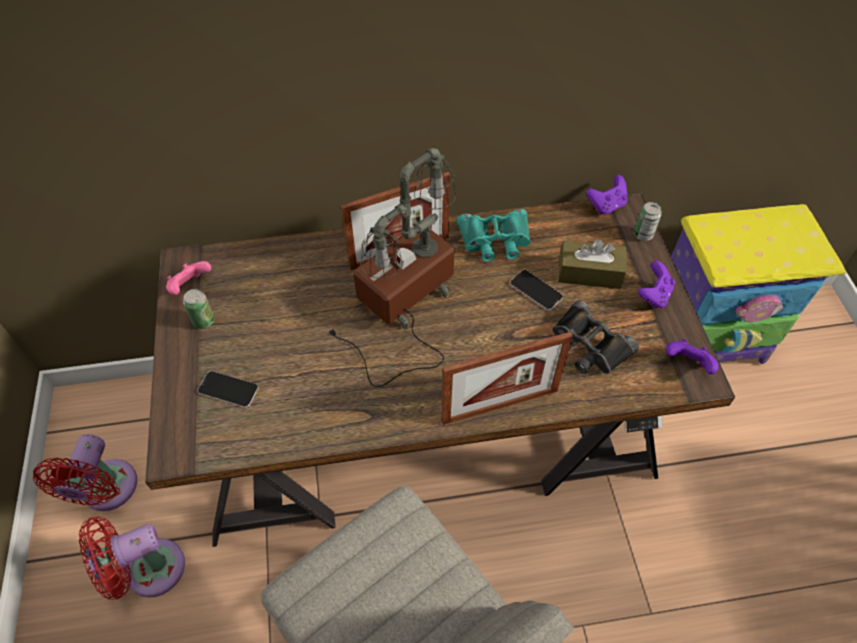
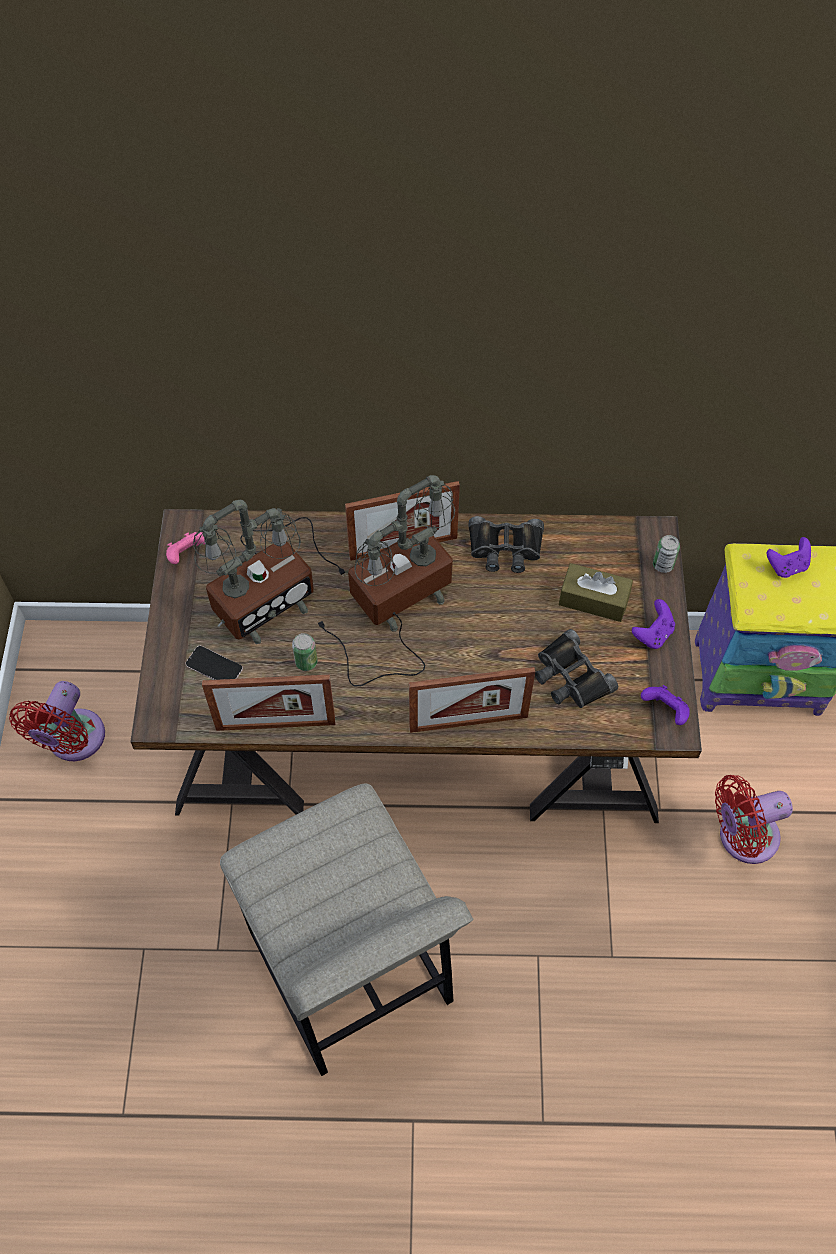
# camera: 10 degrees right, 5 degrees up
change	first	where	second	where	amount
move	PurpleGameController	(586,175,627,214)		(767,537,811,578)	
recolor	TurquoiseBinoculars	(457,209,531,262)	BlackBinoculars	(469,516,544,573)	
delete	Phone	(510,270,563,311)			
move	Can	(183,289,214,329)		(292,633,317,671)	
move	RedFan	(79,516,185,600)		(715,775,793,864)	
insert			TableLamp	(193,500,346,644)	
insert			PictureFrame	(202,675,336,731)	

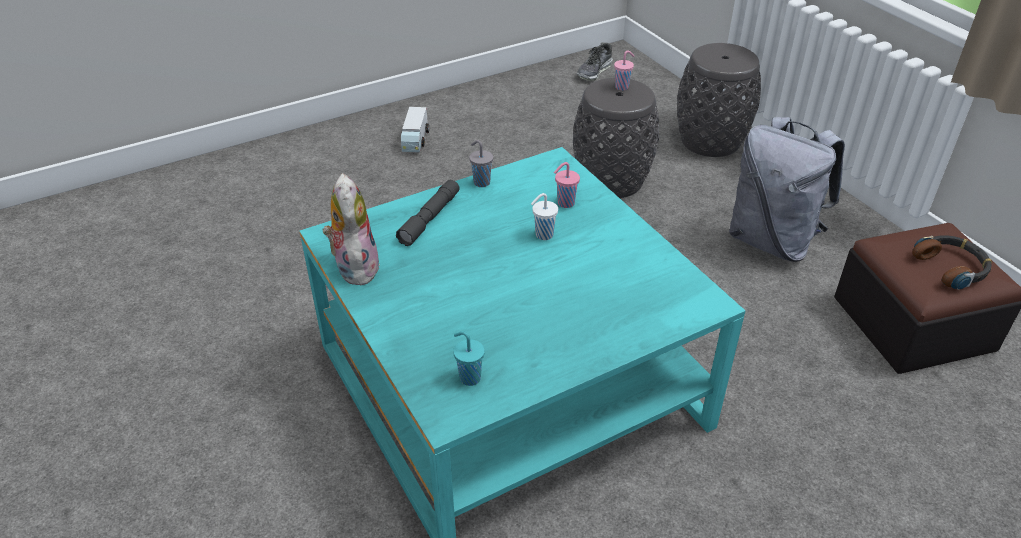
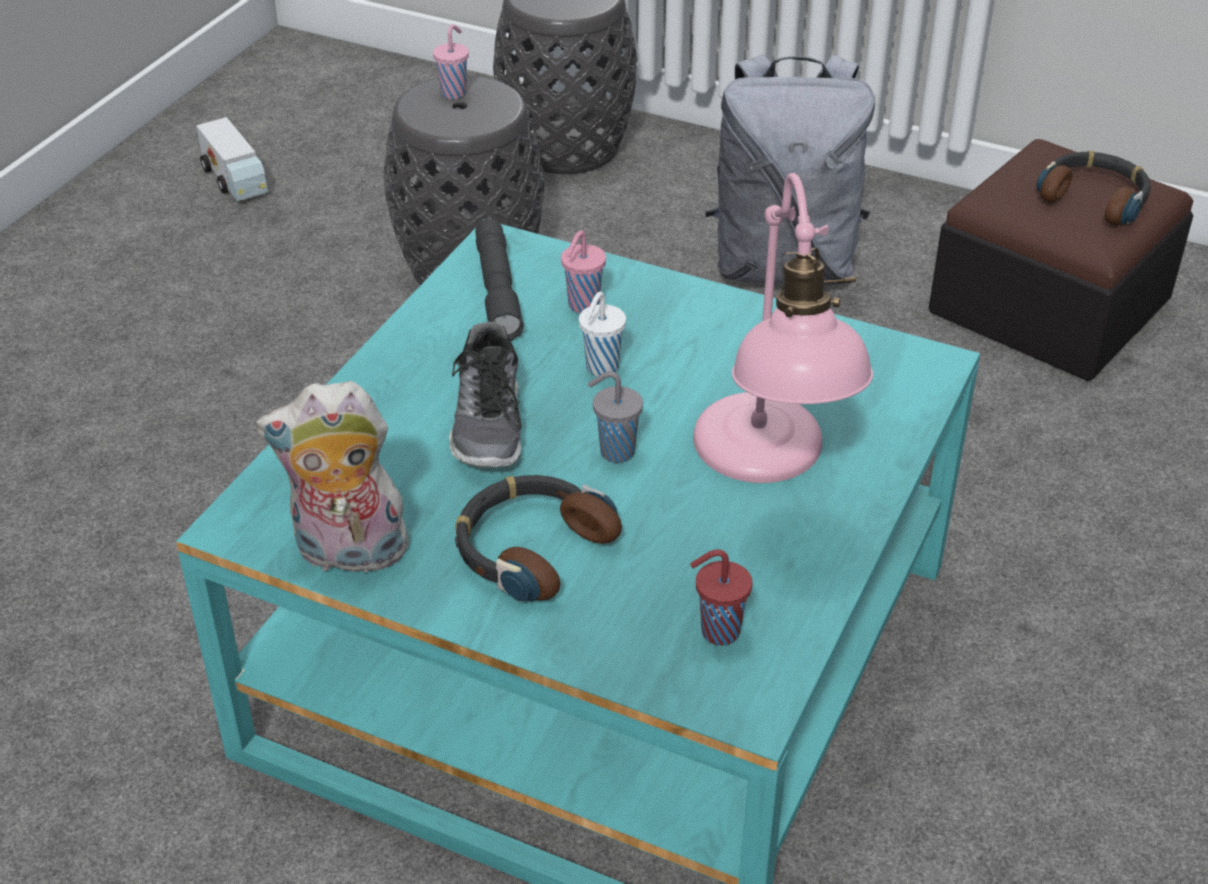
# camera: 35 degrees left, 0 degrees up
change	first	where	second	where	amount
move	Shoe	(577,42,613,81)		(449,322,522,468)	
move	ToyTruck	(401,107,429,153)		(196,117,268,201)	
move	GreyCup	(469,140,493,187)		(588,371,643,463)	
rotate	PlushToy	(323,173,380,285)		(256,381,414,580)	45 degrees counterclockwise
move	GreyFlashlight	(396,180,460,246)		(475,219,524,341)	
recolor	TurquoiseCup	(453,331,485,386)	RedCup	(690,550,753,645)	
insert			PinkTableLamp	(693,173,873,483)	
insert			Headphones	(455,475,622,602)	

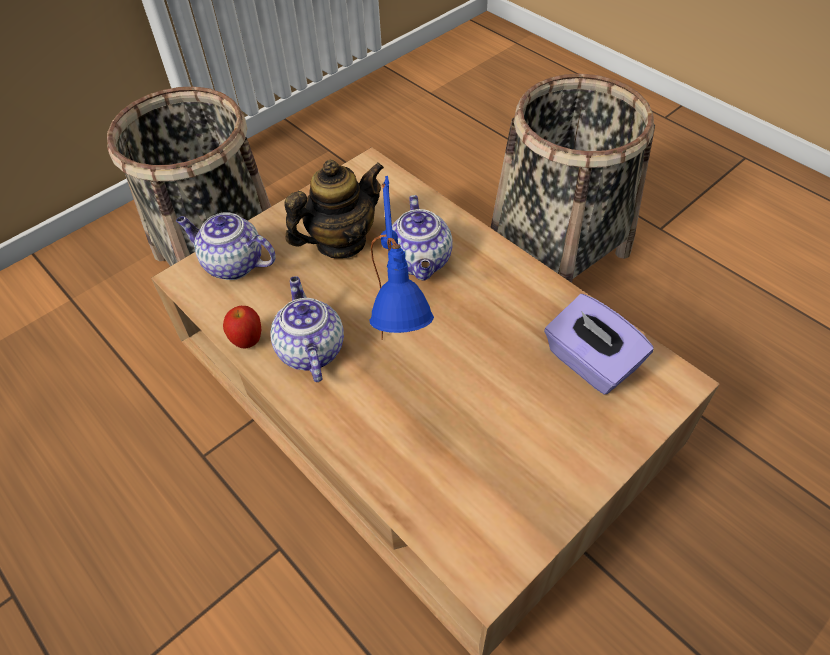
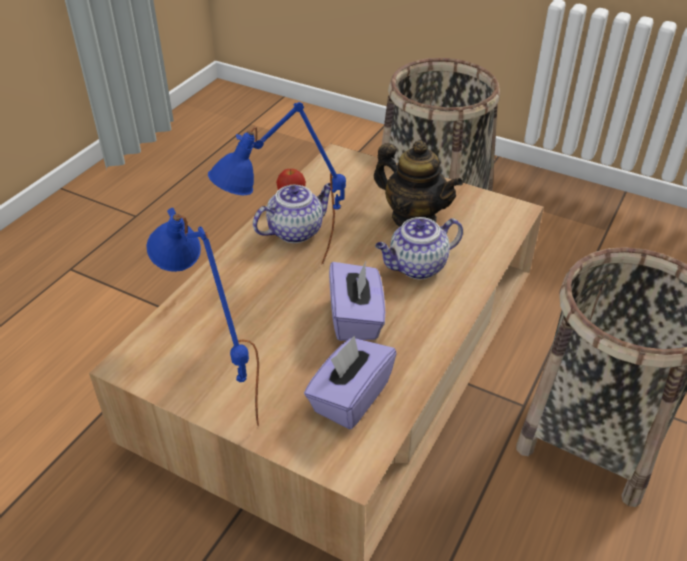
# camera: 70 degrees right, 10 degrees down
change	first	where	second	where	amount
delete	Teapot	(176,212,276,280)			
insert			BlueTableLamp	(146,208,259,426)	
insert			PurpleTissueBox	(329,262,385,341)	

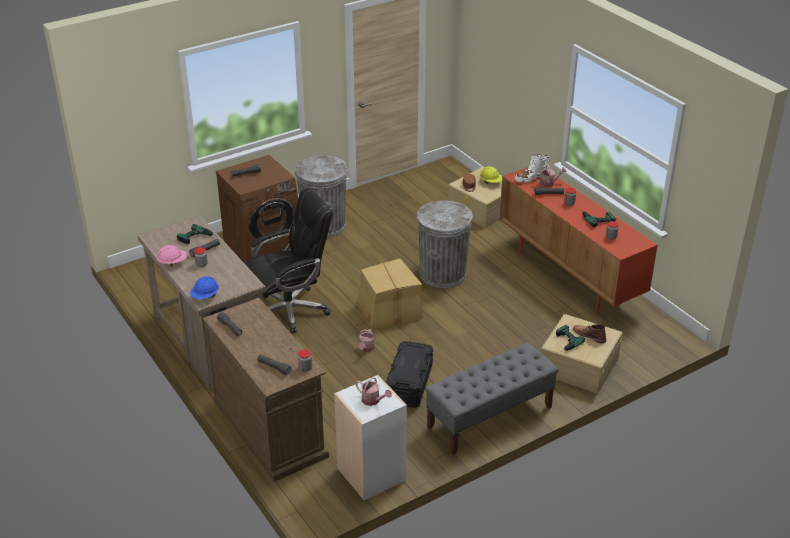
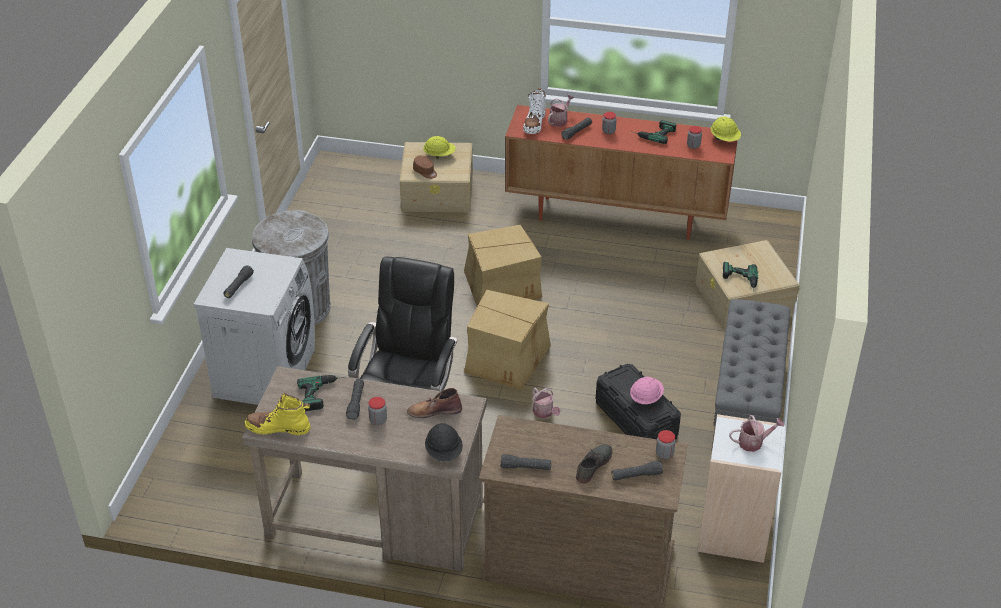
# camera: 45 degrees left, 5 degrees up
change	first	where	second	where	amount
recolor	BrownWashingMachine	(216,155,298,264)	WhiteWashingMachine	(194,248,315,405)	
replace	GreyTrashCan	(416,200,473,288)	CardboardBox	(464,225,542,306)	
move	PinkHardHat	(156,245,187,266)		(630,377,664,404)	
recolor	BlueHardHat	(190,276,219,299)	BlackHardHat	(425,423,463,461)	
move	BrownBoot	(573,324,606,344)		(407,388,462,418)	
insert			YellowHardHat	(711,116,741,141)	
insert			YellowBoot	(244,393,311,435)	
insert			GreyShoe	(576,444,612,483)	

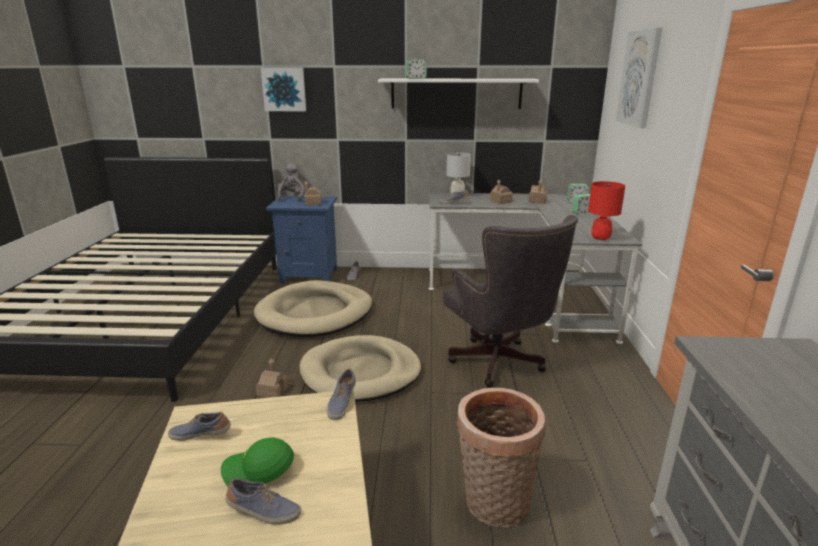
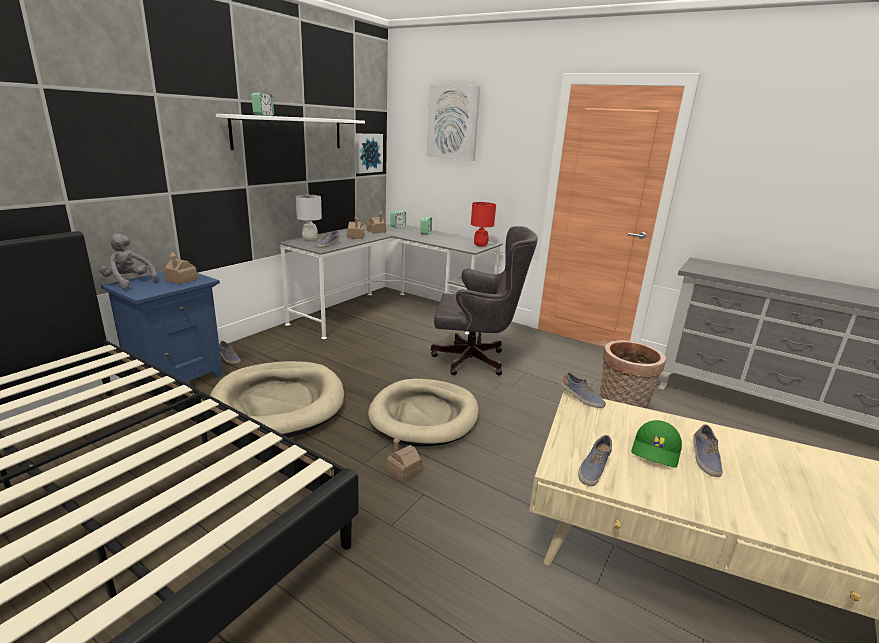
# camera: 60 degrees left, 0 degrees up
change	first	where	second	where	amount
move	Picture	(261,67,306,111)		(355,134,383,174)	
rotate	Shoe	(226,478,301,525)		(693,424,723,477)	150 degrees clockwise

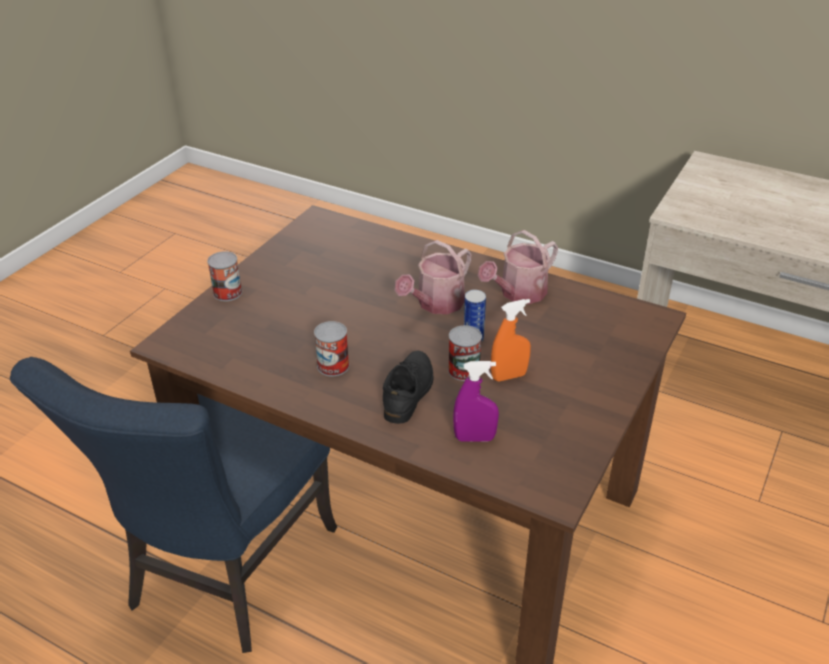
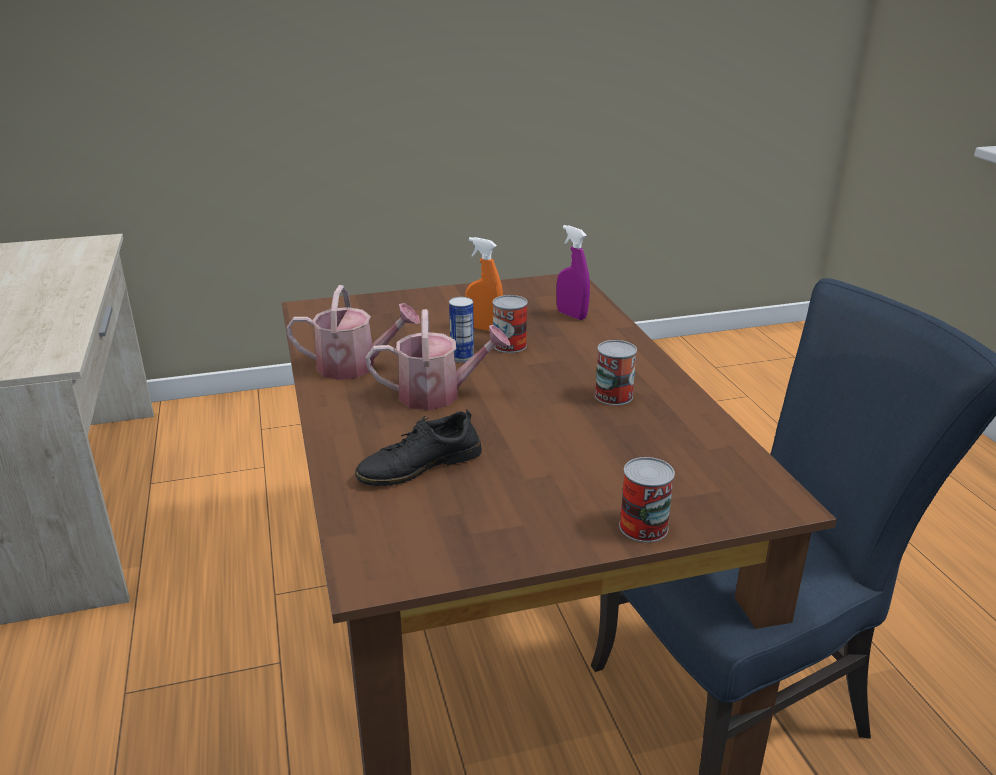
# camera: 135 degrees left, 10 degrees down
change	first	where	second	where	amount
move	BlackShoe	(383,351,433,424)		(355,409,482,486)	

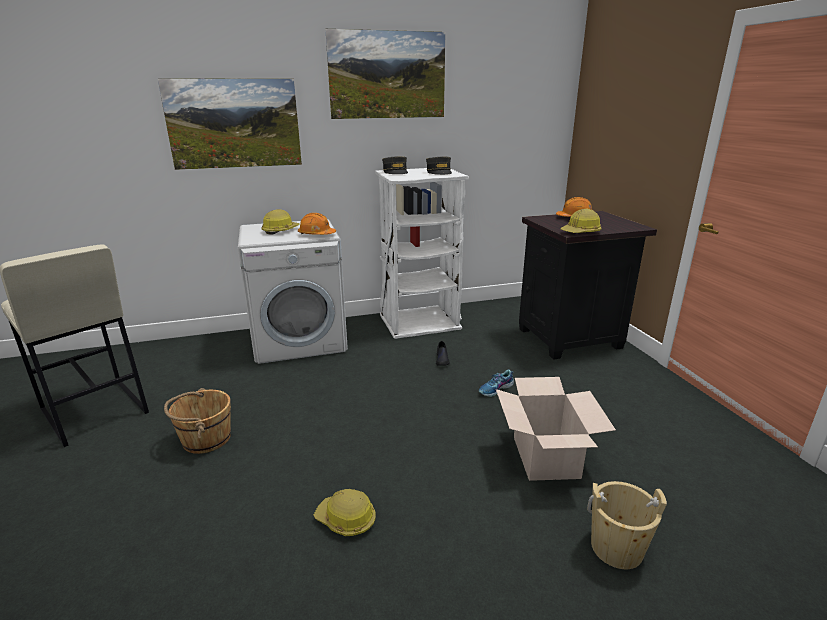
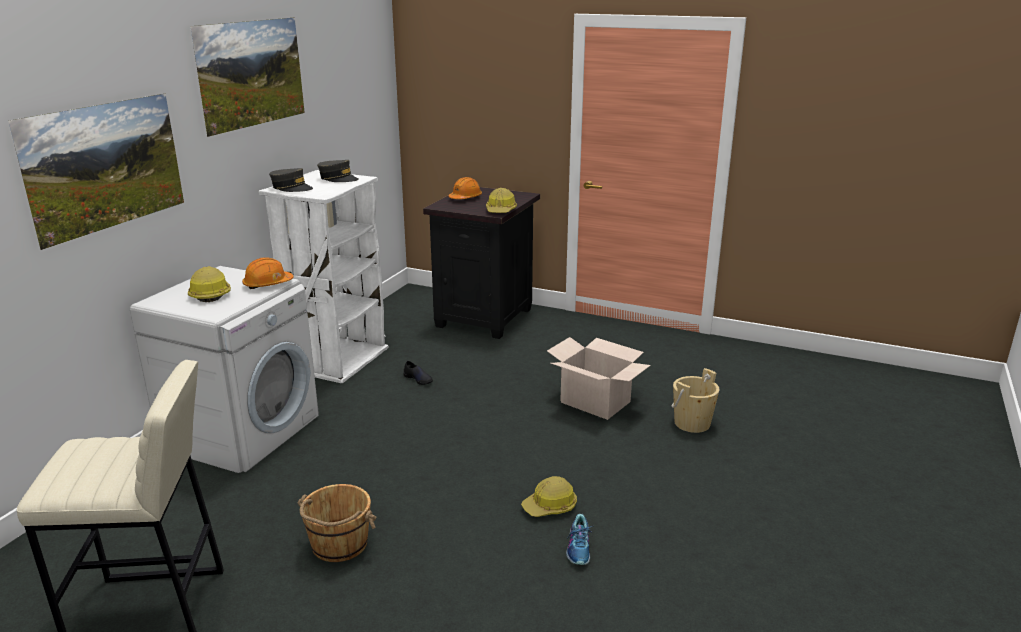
# camera: 50 degrees left, 0 degrees up
change	first	where	second	where	amount
move	Shoe	(479,369,514,397)		(566,514,592,565)	

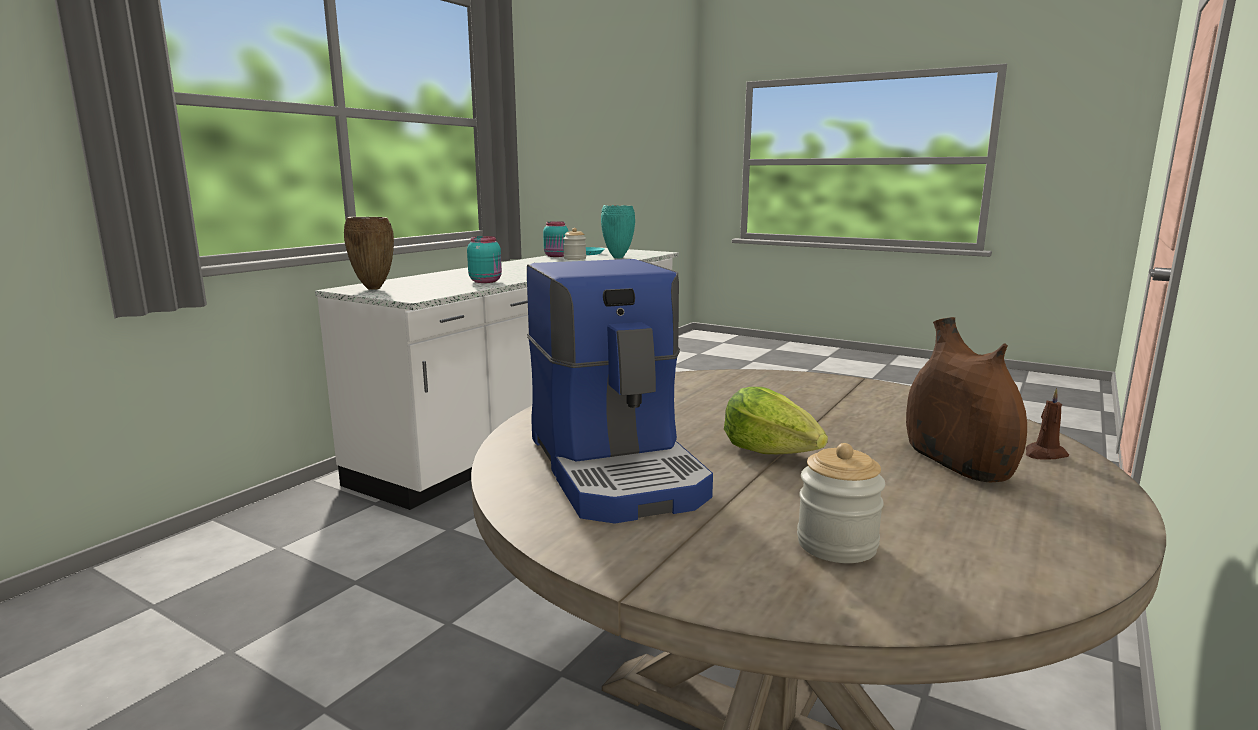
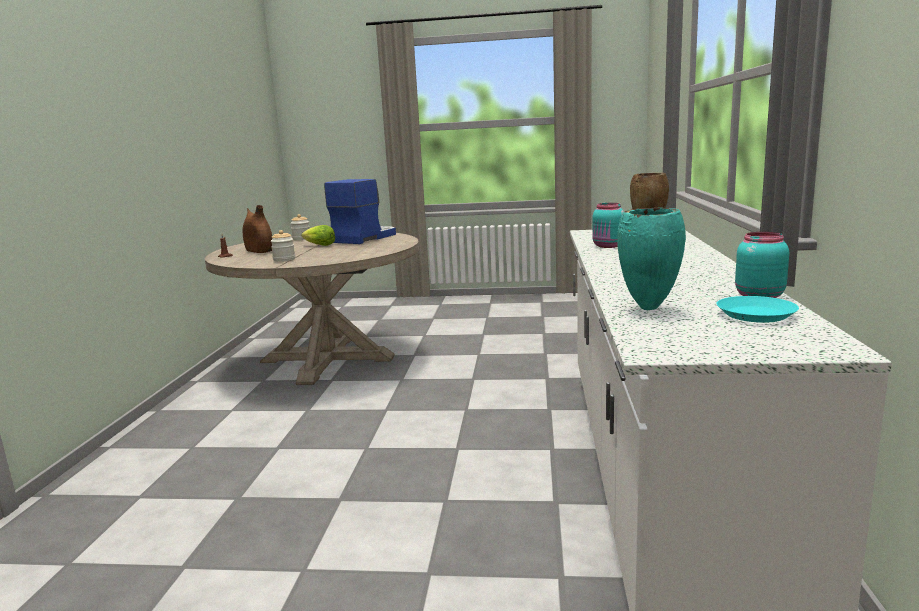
# camera: 155 degrees right, 0 degrees up
change	first	where	second	where	amount
move	Jar	(563,228,586,260)		(271,230,295,262)	
rotate	CoffeeMachine	(527,259,713,524)		(324,179,396,244)	75 degrees clockwise

